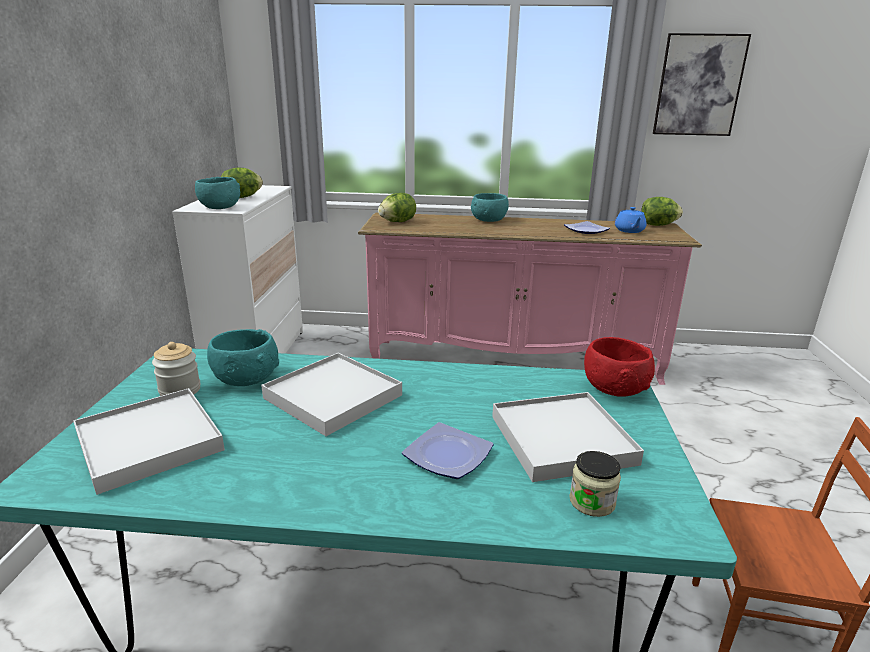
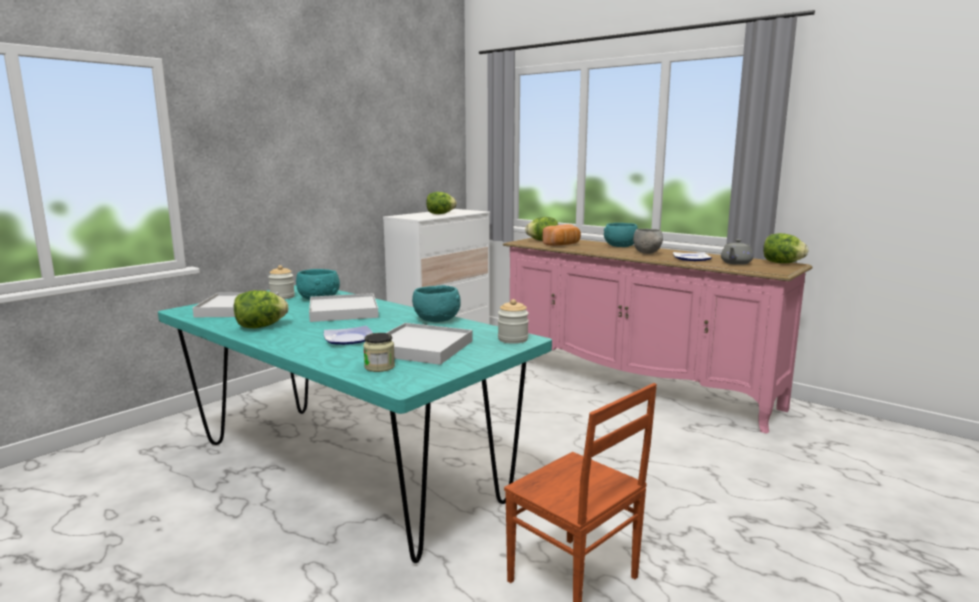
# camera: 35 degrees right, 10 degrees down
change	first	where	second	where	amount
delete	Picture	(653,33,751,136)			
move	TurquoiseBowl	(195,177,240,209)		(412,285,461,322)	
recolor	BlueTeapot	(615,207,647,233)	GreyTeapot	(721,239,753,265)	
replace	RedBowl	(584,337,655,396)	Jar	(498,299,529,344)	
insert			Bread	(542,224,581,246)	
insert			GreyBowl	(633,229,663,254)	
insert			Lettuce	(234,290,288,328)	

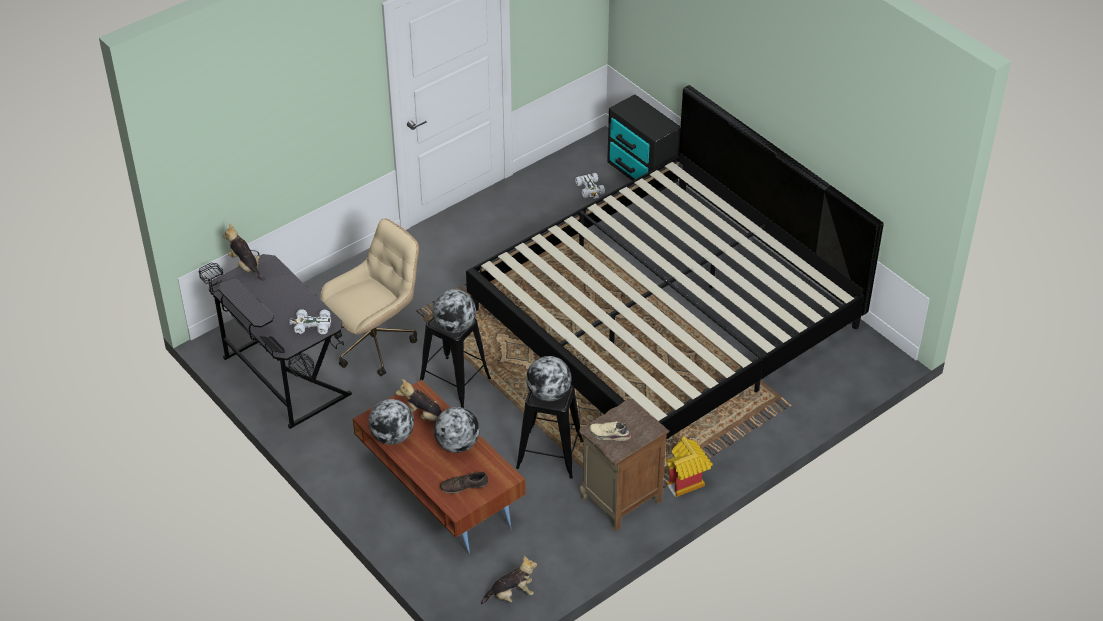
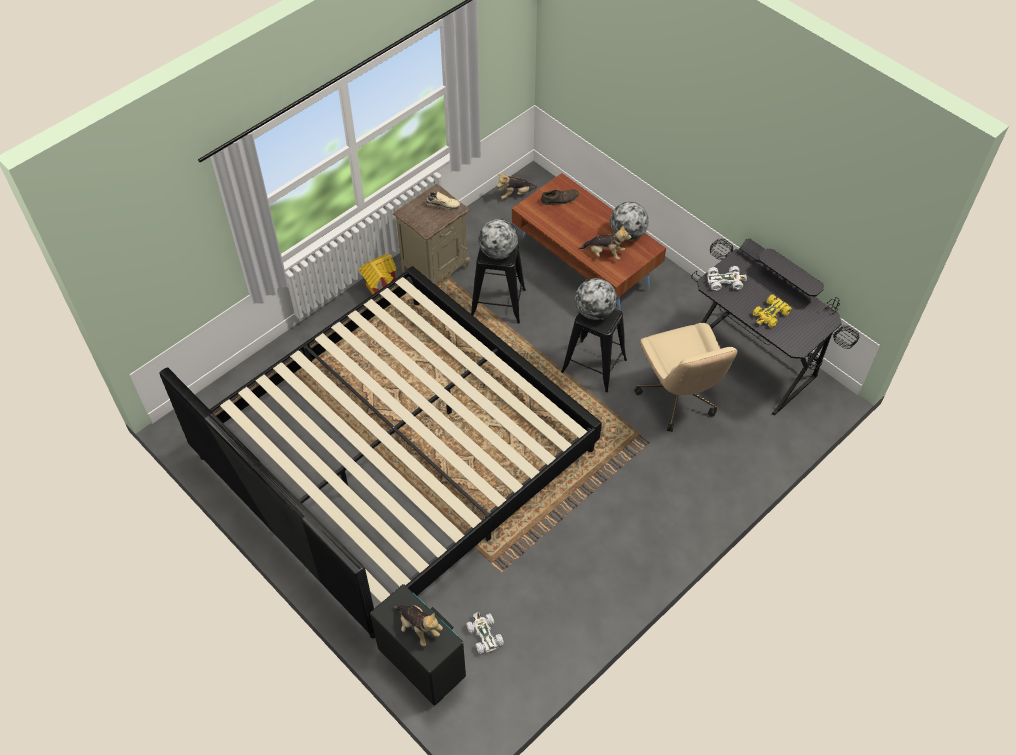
# camera: 175 degrees right, 10 degrees up
change	first	where	second	where	amount
rotate	BeigeOfficeChair	(321,218,419,376)		(634,323,737,432)	60 degrees counterclockwise
move	PlushToy	(222,224,265,281)		(392,605,443,646)	
delete	Globe	(434,407,480,453)			
insert			YellowToyCar	(753,295,792,328)	

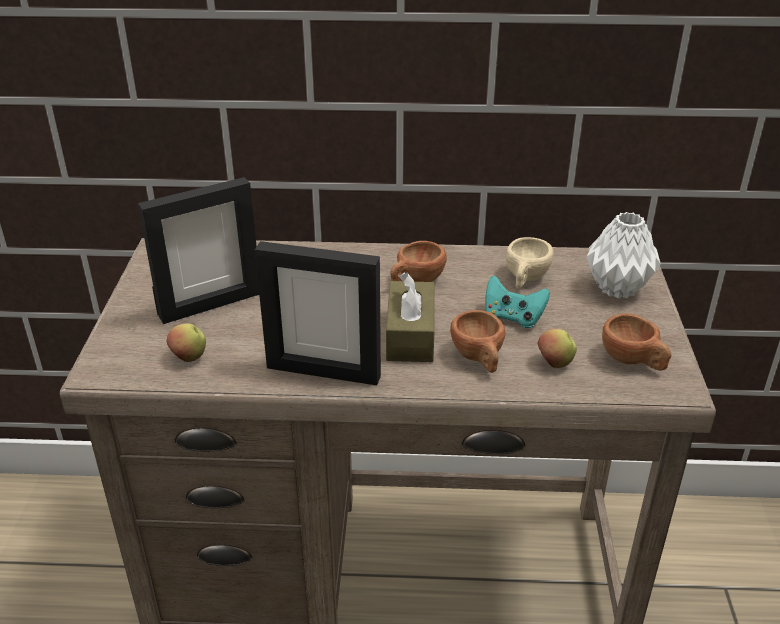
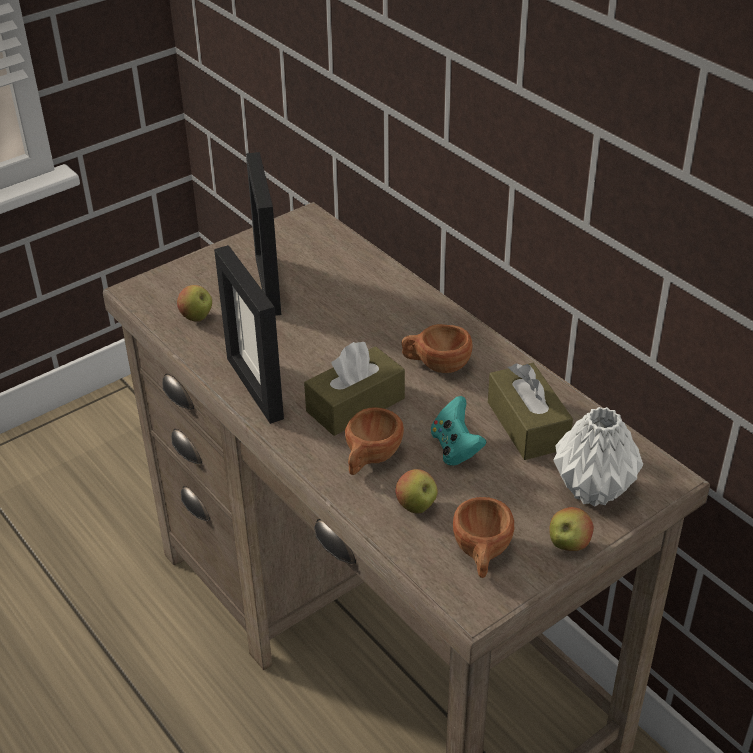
# camera: 50 degrees right, 5 degrees up
change	first	where	second	where	amount
rotate	PictureFrame	(138,177,259,324)		(246,152,281,316)	60 degrees clockwise
replace	BeigeCup	(506,237,554,289)	BrownTissueBox	(488,363,573,460)	
insert			Apple	(549,507,594,551)	

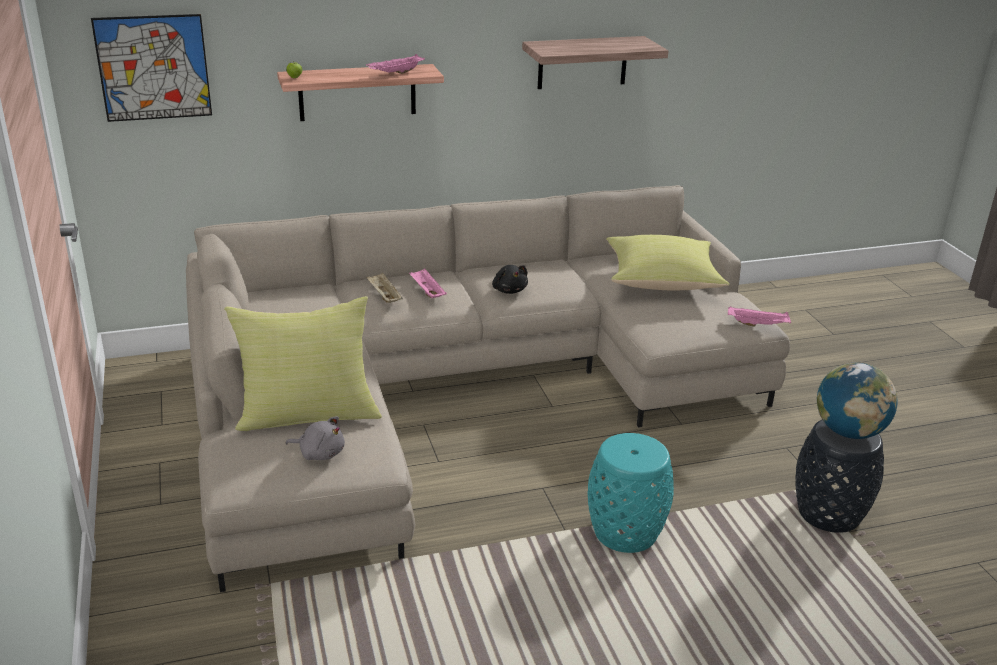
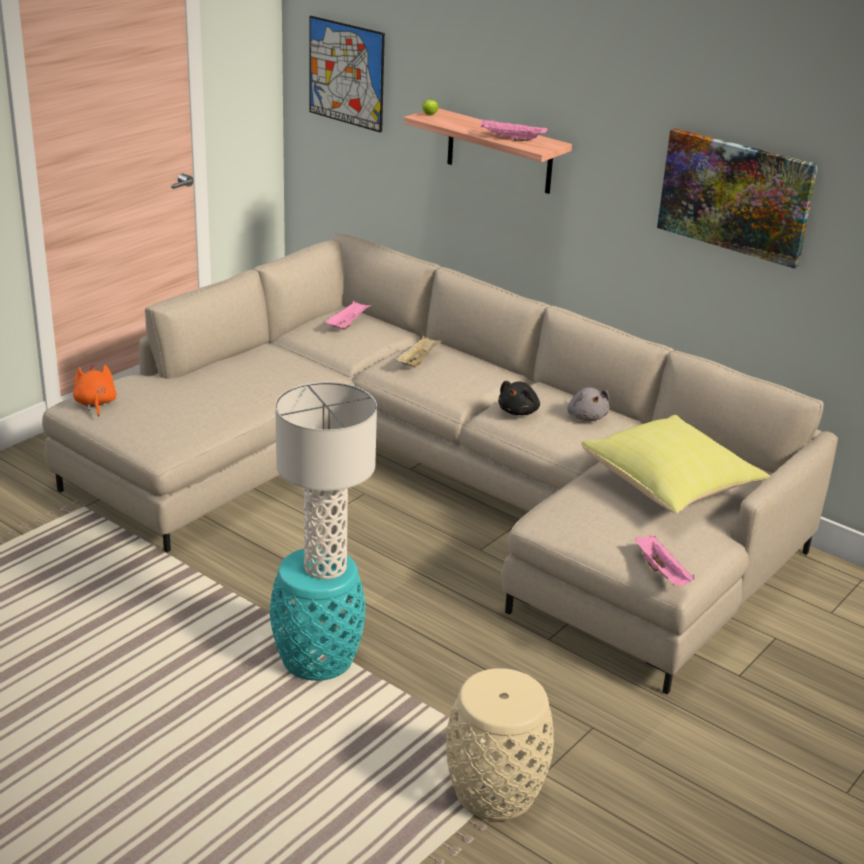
# camera: 55 degrees right, 0 degrees up
change	first	where	second	where	amount
replace	Shelf	(522,36,668,89)	Picture	(657,128,818,269)	
move	PinkTray	(409,269,447,298)		(325,301,372,329)	
delete	YellowPillow	(224,296,382,431)			
delete	Globe	(817,363,897,439)			
move	GreyPlushToy	(286,416,345,460)		(567,387,610,421)	
recolor	BlackStool	(795,420,884,533)	BeigeStool	(446,668,554,821)	
insert			OrangePlushToy	(73,364,117,416)	
insert			WhiteTableLamp	(275,382,377,579)	

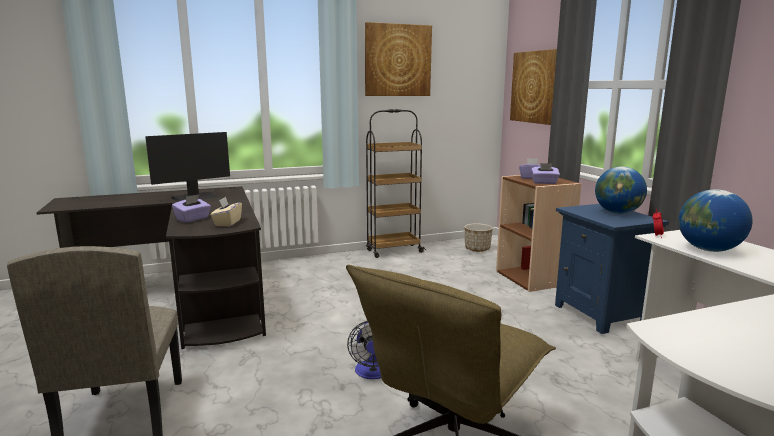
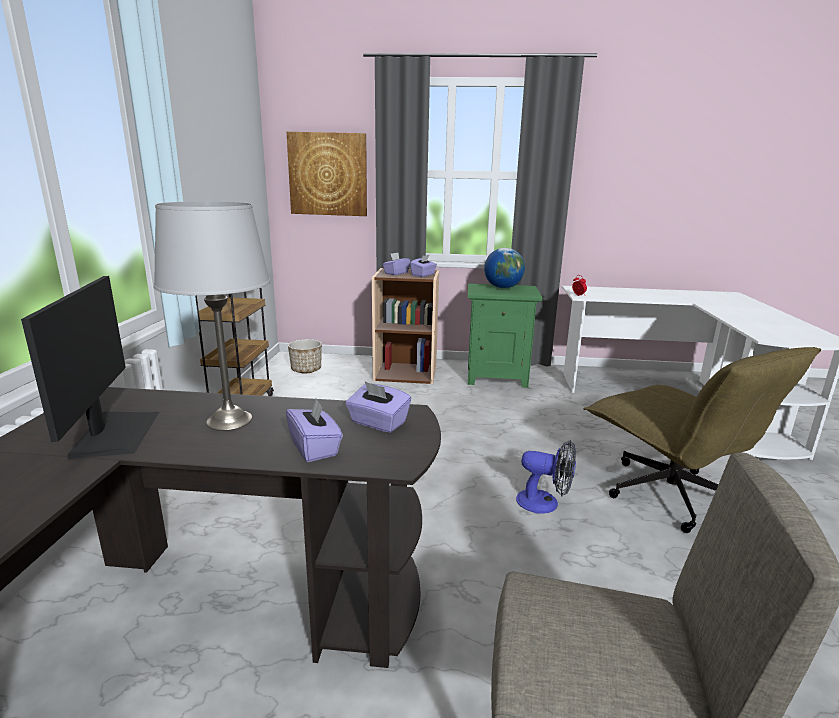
# camera: 65 degrees left, 5 degrees up
change	first	where	second	where	amount
delete	Picture	(365,22,432,96)			
delete	Globe	(678,189,752,252)			
recolor	BeigeTissueBox	(211,197,242,226)	PurpleTissueBox	(346,381,411,433)	
recolor	BlueNightstand	(555,204,669,334)	GreenNightstand	(468,283,543,388)	
insert			GreyTableLamp	(154,201,270,431)	

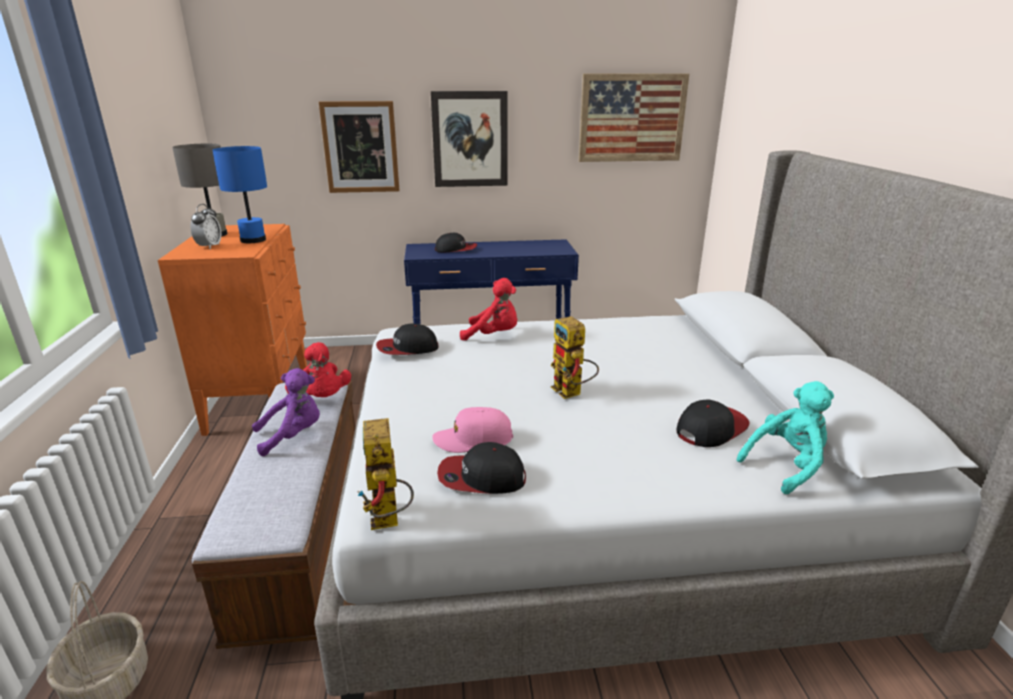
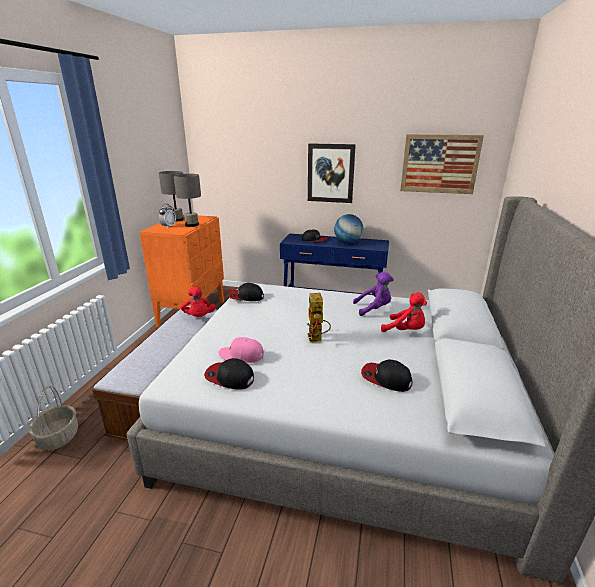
# camera: 20 degrees right, 0 degrees up
change	first	where	second	where	amount
delete	Picture	(319,101,399,193)			
recolor	BlueTableLamp	(213,146,267,243)	GreyTableLamp	(174,173,201,227)	
move	RedPlushToy	(460,278,517,341)		(381,293,427,332)	
move	PurplePlushToy	(252,368,320,456)		(353,272,394,316)	
delete	TurquoisePlushToy	(737,381,834,494)			
rotate	Cap	(676,399,750,447)		(361,360,412,392)	135 degrees counterclockwise
delete	ToyRobot	(357,418,414,530)			
insert			Globe	(334,214,363,244)	

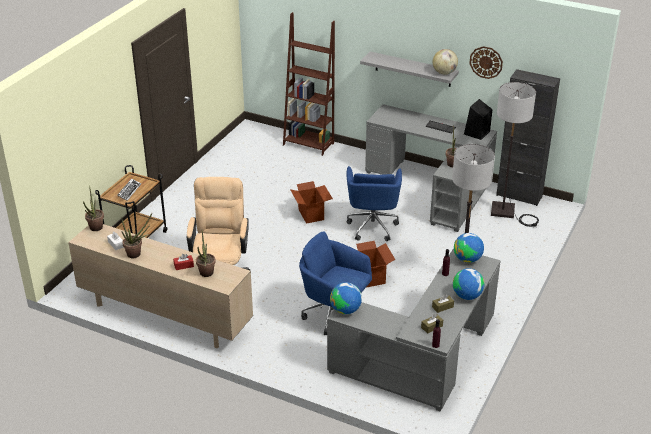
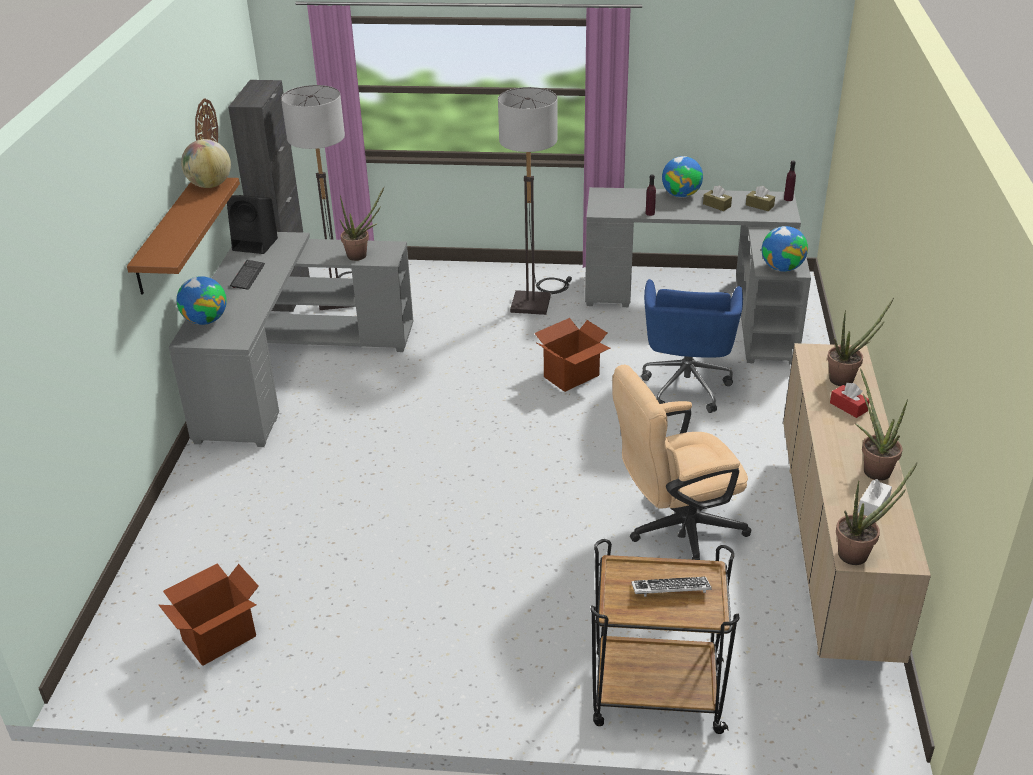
# camera: 110 degrees left, 0 degrees up
change	first	where	second	where	amount
delete	BrownBookcase	(283,12,335,156)			
recolor	GreyShelf	(360,52,459,87)	BrownShelf	(127,178,240,295)	
delete	BlueOfficeChair	(346,166,402,241)			
move	CardboardBox	(290,181,333,224)		(159,563,259,666)	
move	Globe	(454,233,484,263)		(177,276,227,325)	

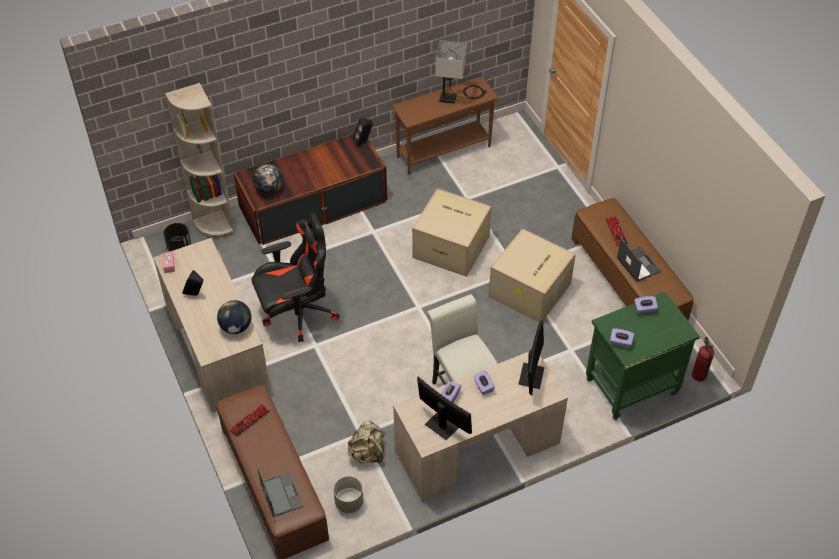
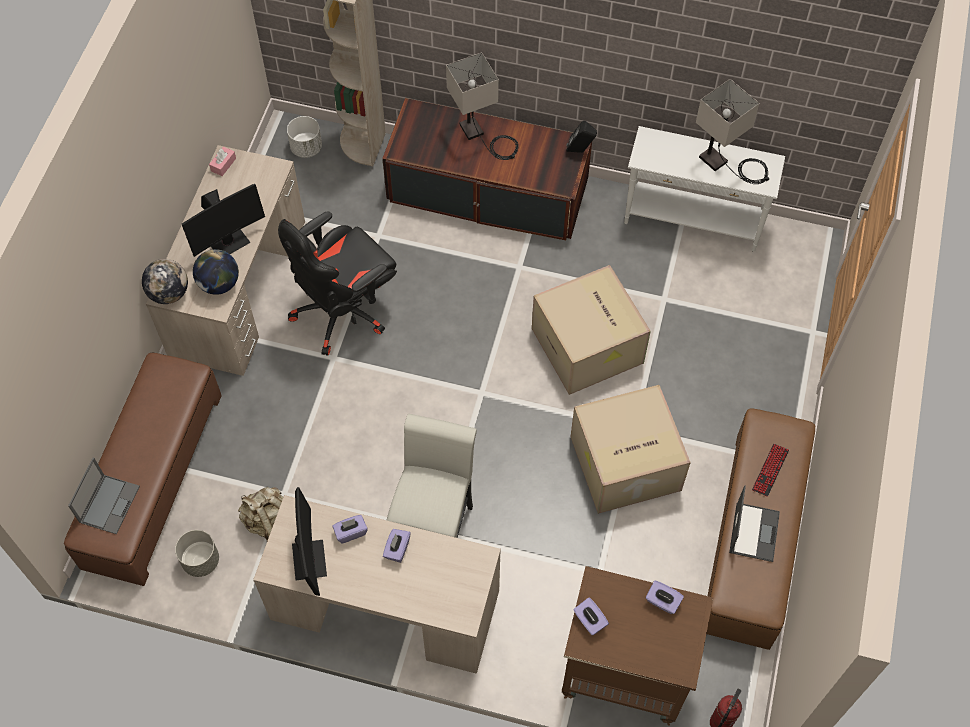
# camera: 40 degrees right, 10 degrees up
change	first	where	second	where	amount
recolor	BrownConsoleTable	(391,76,498,175)	WhiteConsoleTable	(624,126,785,252)	
move	Globe	(253,164,283,194)		(142,259,188,304)	
rotate	BlackOfficeChair	(251,212,340,342)		(278,211,397,355)	120 degrees clockwise
recolor	BlackPlanter	(164,223,191,252)	WhitePlanter	(287,116,322,158)	
recolor	GreenCart	(586,292,700,421)	BrownCart	(562,566,713,726)	
move	Monitor	(518,320,545,395)		(182,184,265,257)	
delete	Keyboard	(229,404,270,437)			
insert			TableLamp	(446,52,519,160)	

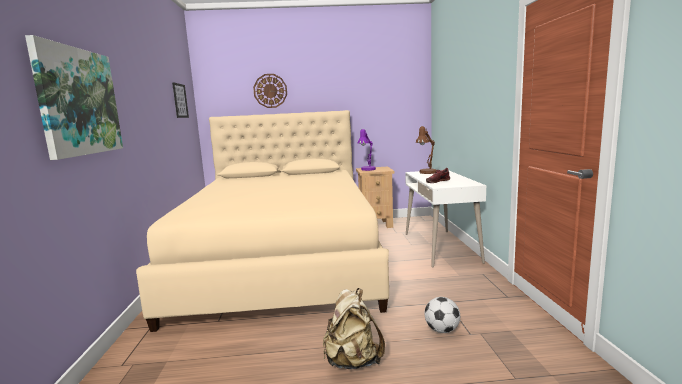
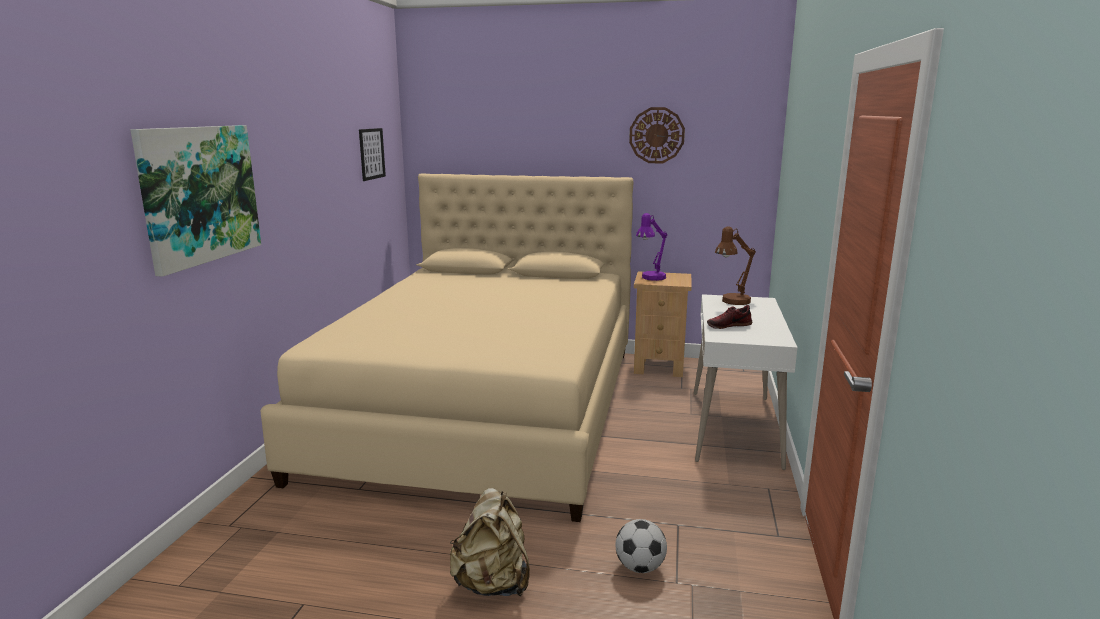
# camera: 15 degrees right, 5 degrees up
change	first	where	second	where	amount
move	WallClock	(253,74,287,108)		(629,107,685,163)	

